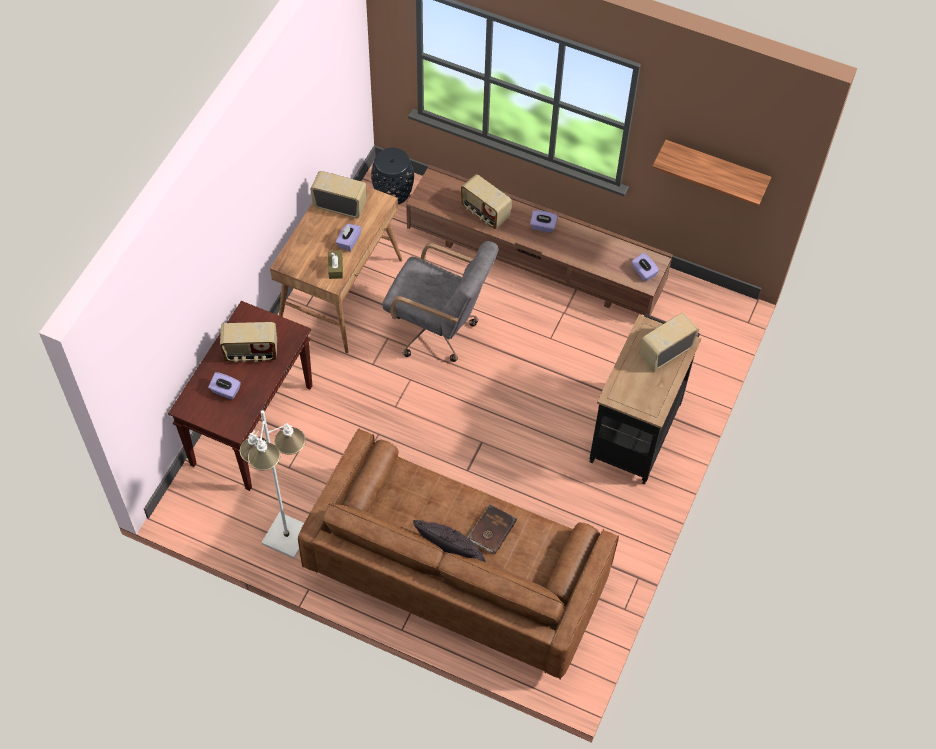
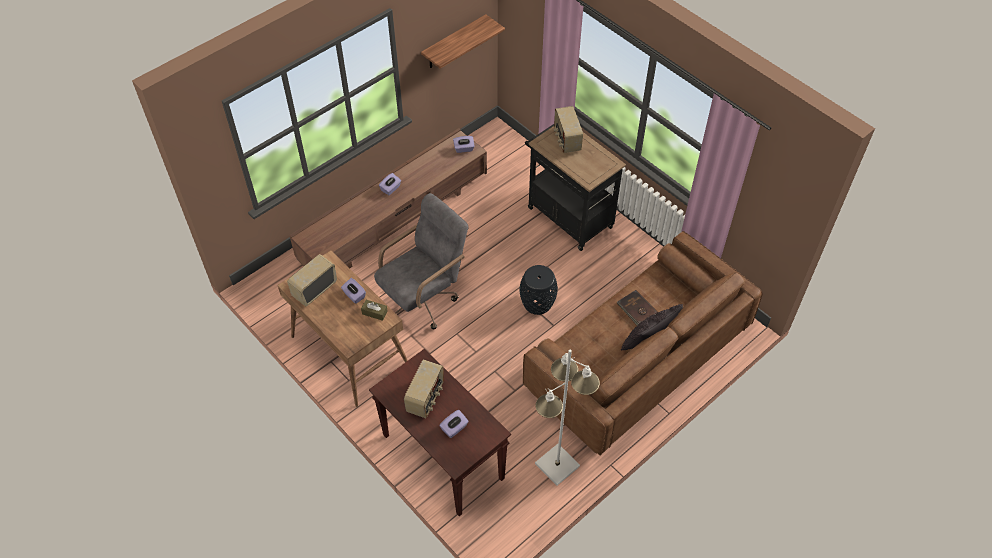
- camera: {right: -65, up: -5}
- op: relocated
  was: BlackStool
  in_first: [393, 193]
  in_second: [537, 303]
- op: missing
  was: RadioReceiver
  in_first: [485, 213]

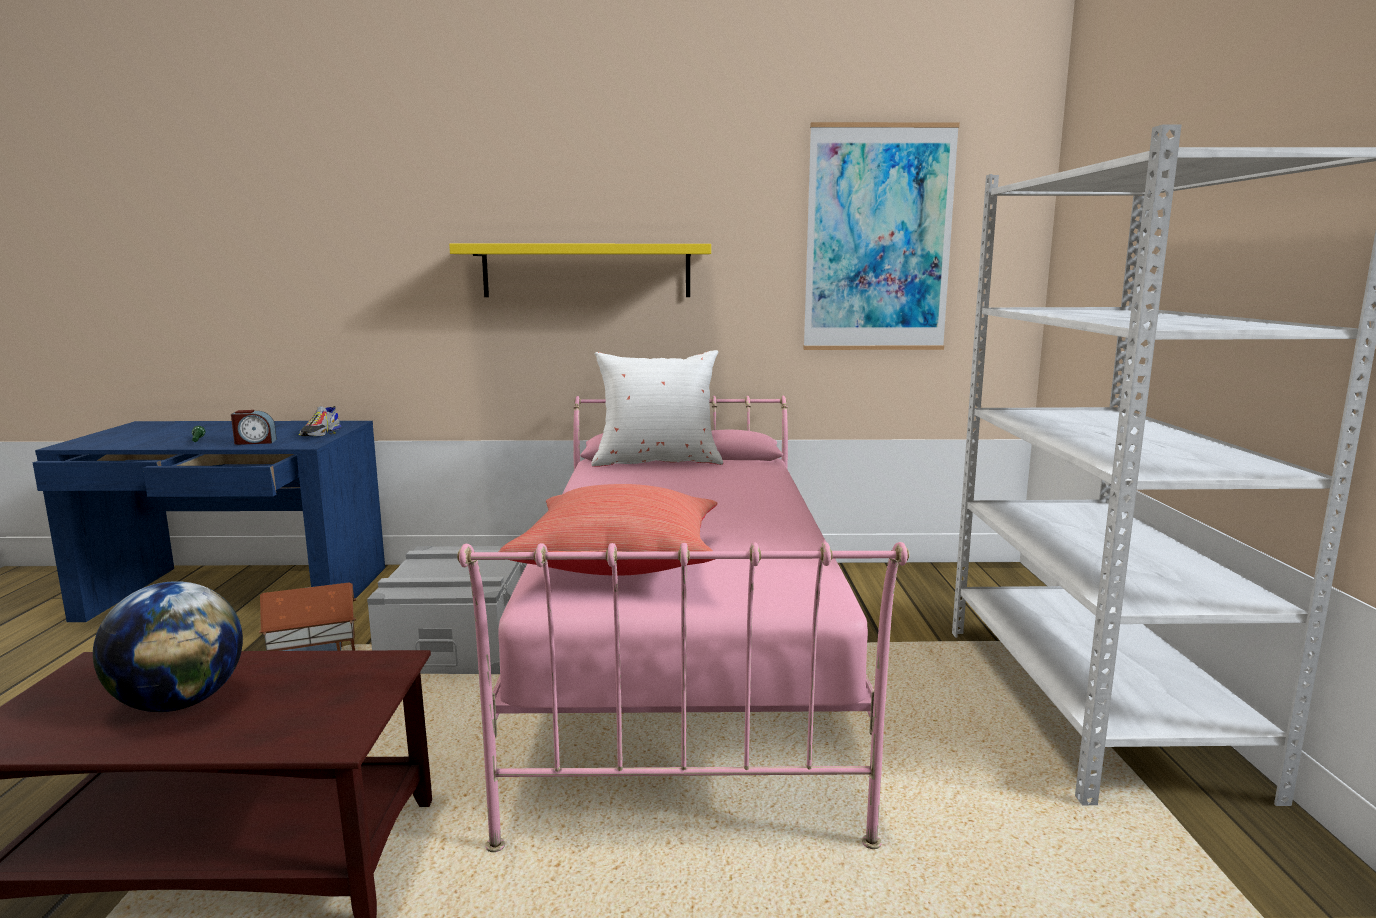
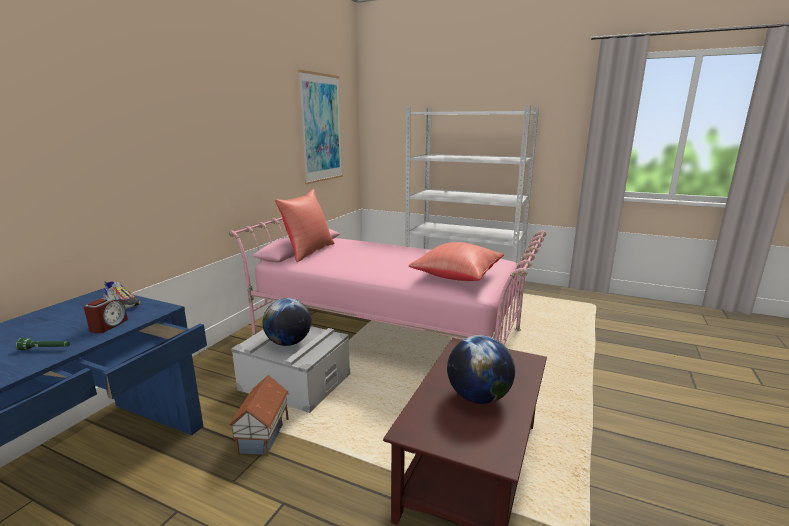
- camera: {right: -65, up: 5}
- op: missing
  was: YellowishShelf
  in_first: [586, 271]
- op: colour
  was: WhiteColouredCushion
  now: RedCushion
  in_first: [657, 461]
  in_second: [308, 251]
- op: appeared
  now: DeskGlobe
  in_second: [289, 342]

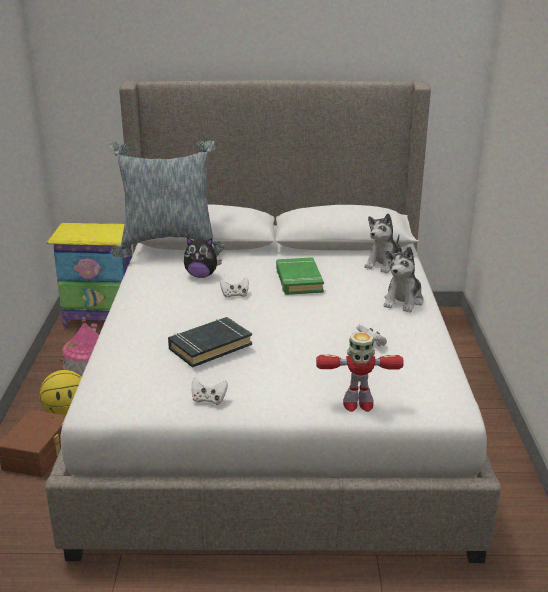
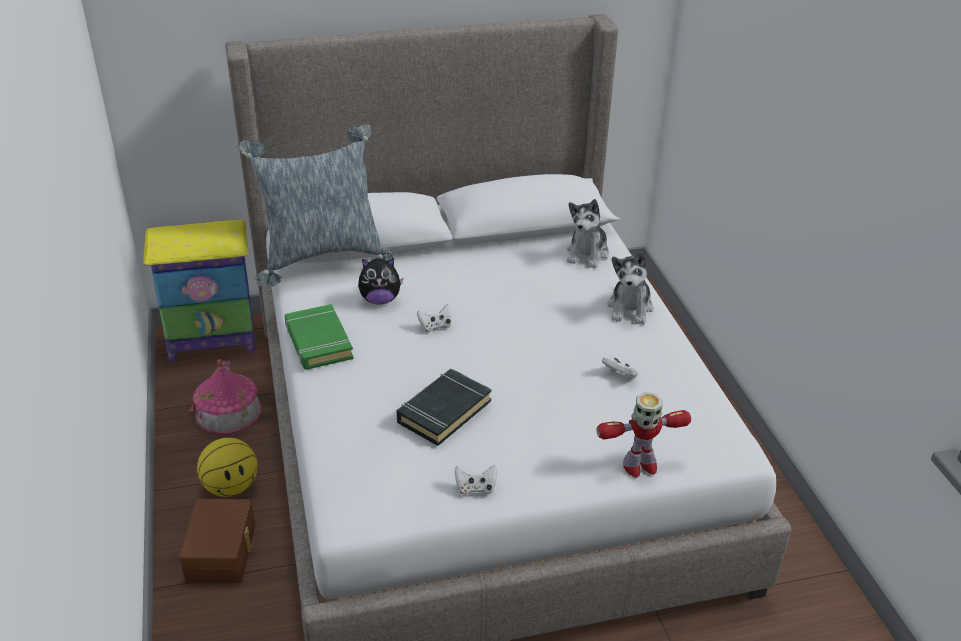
- camera: {right: -15, up: 10}
- op: relocated
  was: GreenishVolume
  in_first: [298, 280]
  in_second: [318, 342]

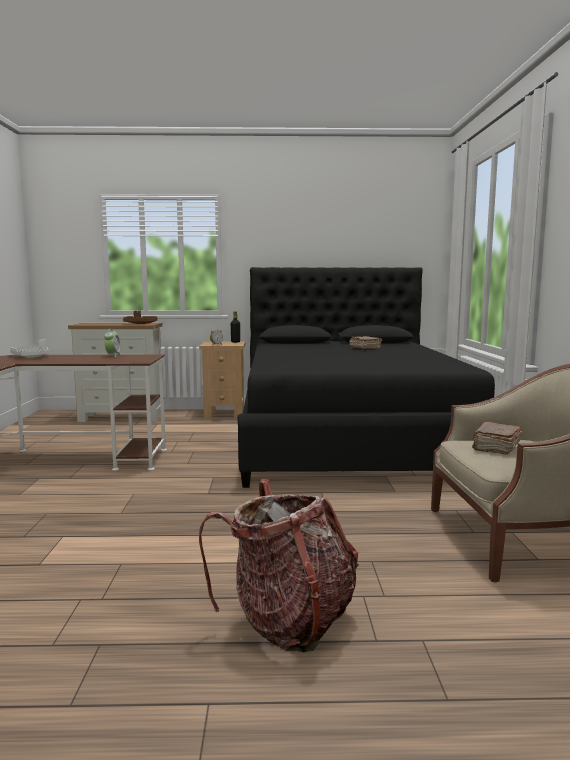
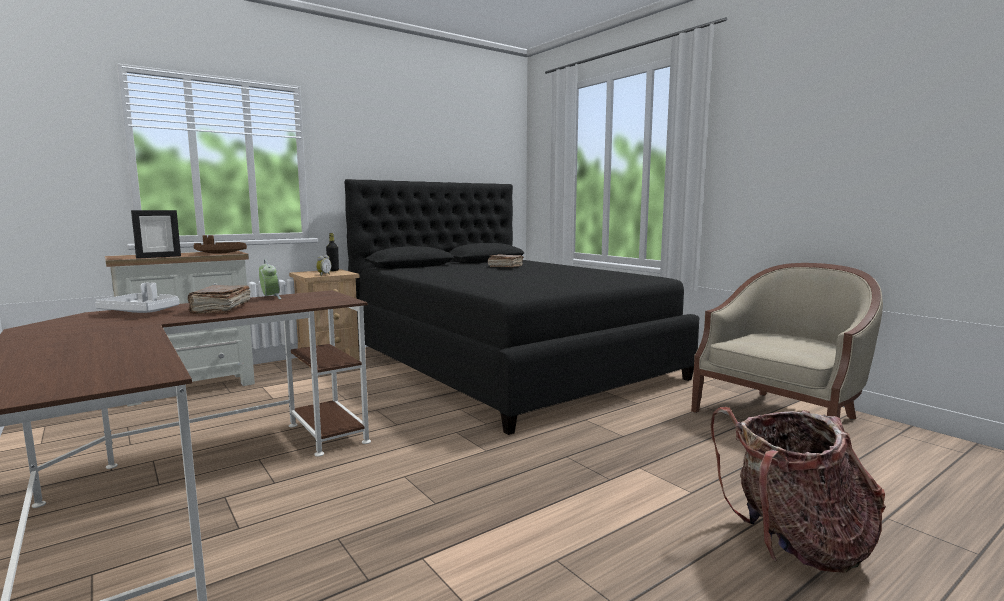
- camera: {right: -35, up: 0}
- op: relocated
  was: BrownishVolume
  in_first: [495, 447]
  in_second: [220, 309]
- op: appeared
  now: PictureFrame
  in_second: [158, 257]

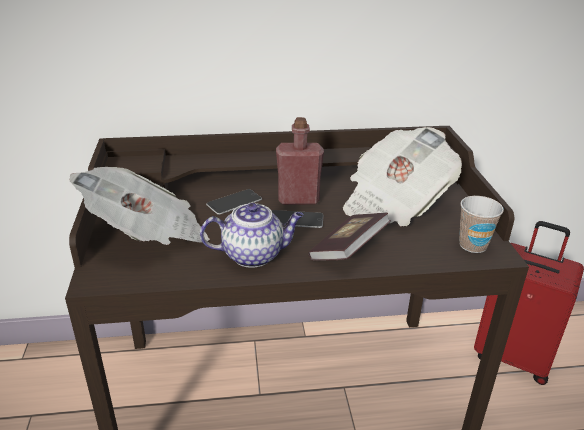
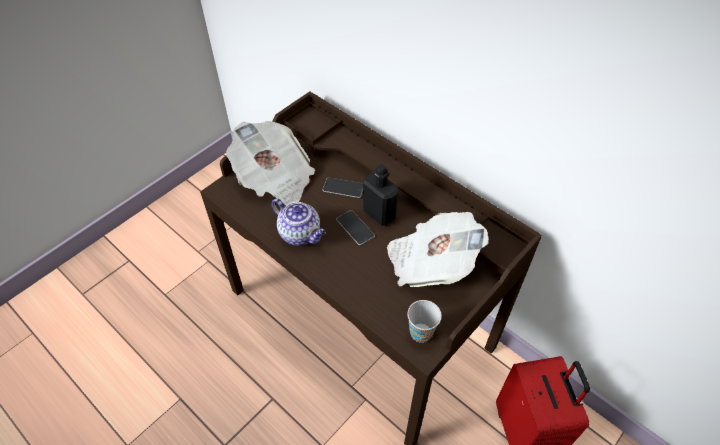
- camera: {right: 50, up: 20}
- op: colour
  was: RedBottle
  now: BlackBottle
  in_first: [298, 199]
  in_second: [379, 214]
- op: missing
  was: Volume
  in_first: [348, 250]

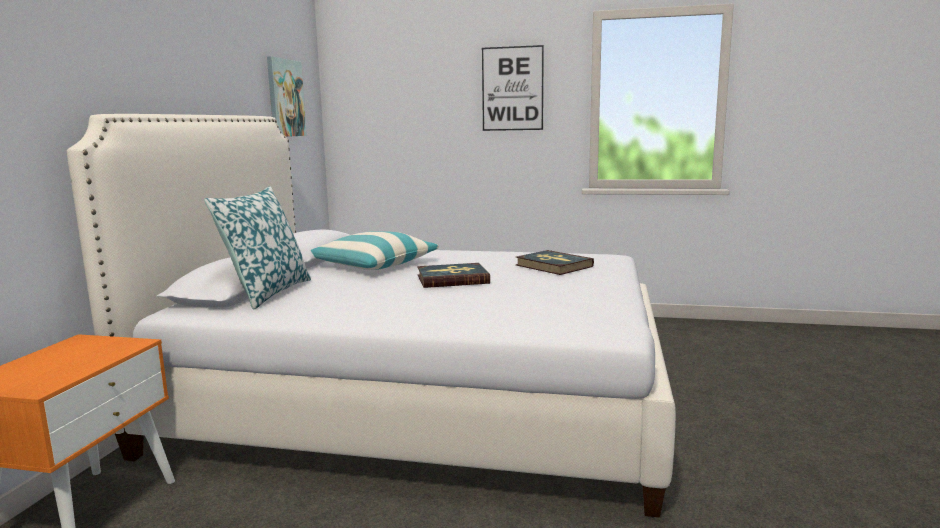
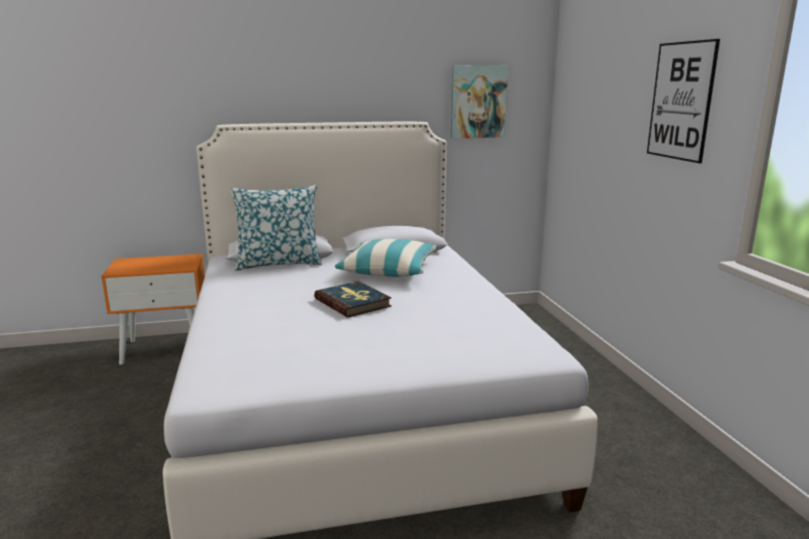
- camera: {right: 65, up: 5}
- op: missing
  was: Volume
  in_first: [553, 266]

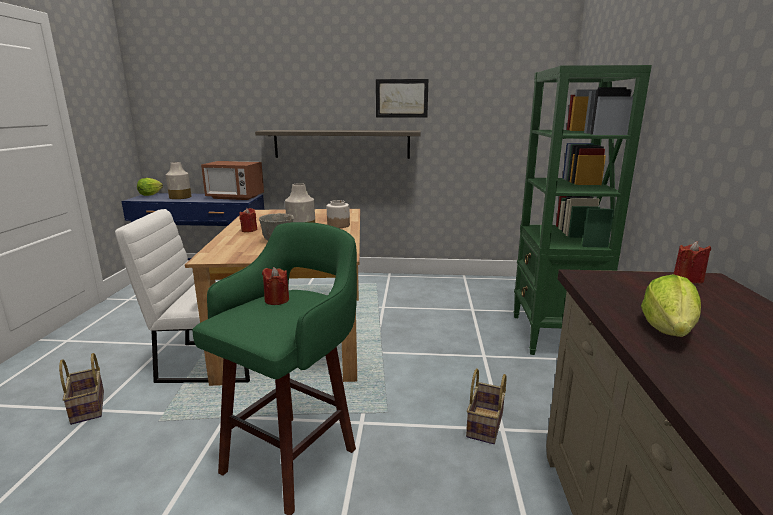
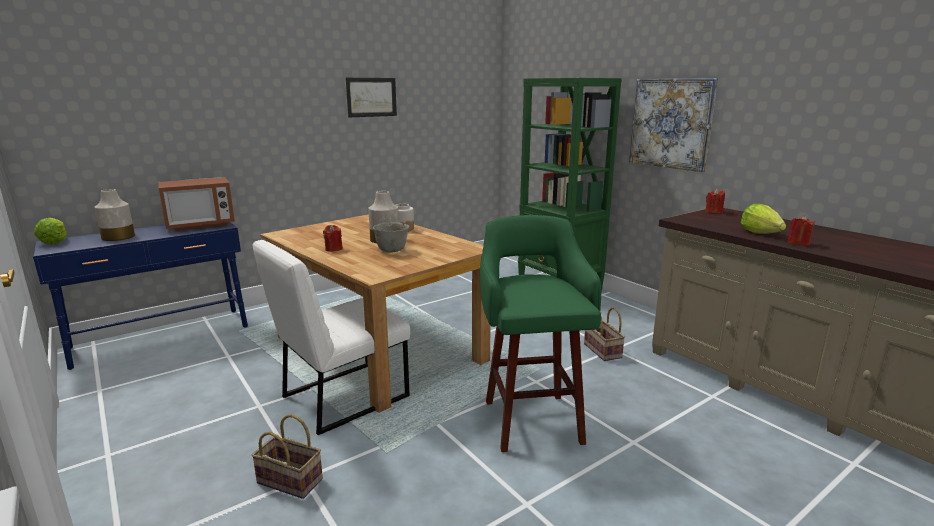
- camera: {right: -40, up: 0}
- op: missing
  was: Shelf
  in_first: [341, 144]
- op: relocated
  was: RedCandle
  in_first: [277, 300]
  in_second: [798, 243]
- op: appeared
  now: Picture
  in_second: [671, 123]

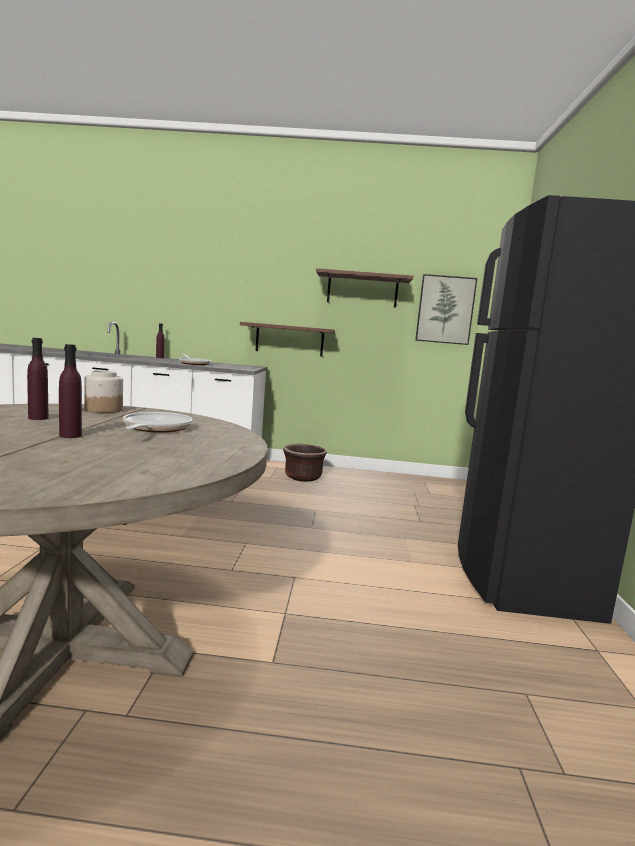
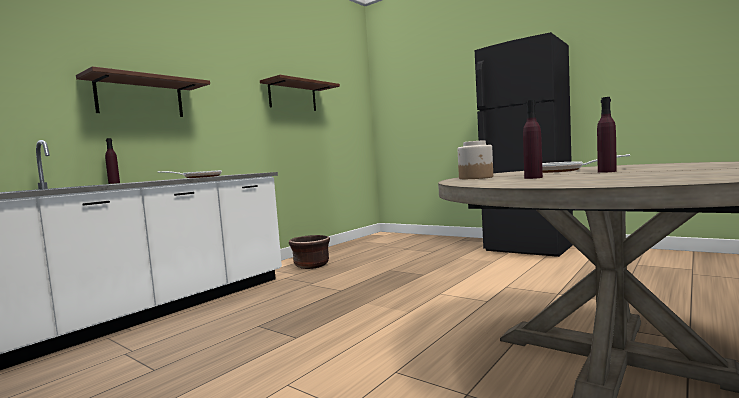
- camera: {right: -55, up: -5}
- op: relocated
  was: BrownishShelf
  in_first: [289, 340]
  in_second: [140, 98]
- op: missing
  was: Picture
  in_first: [445, 310]

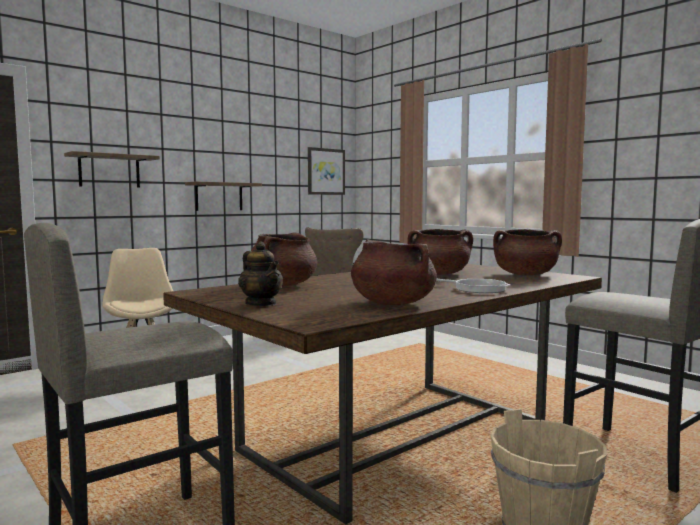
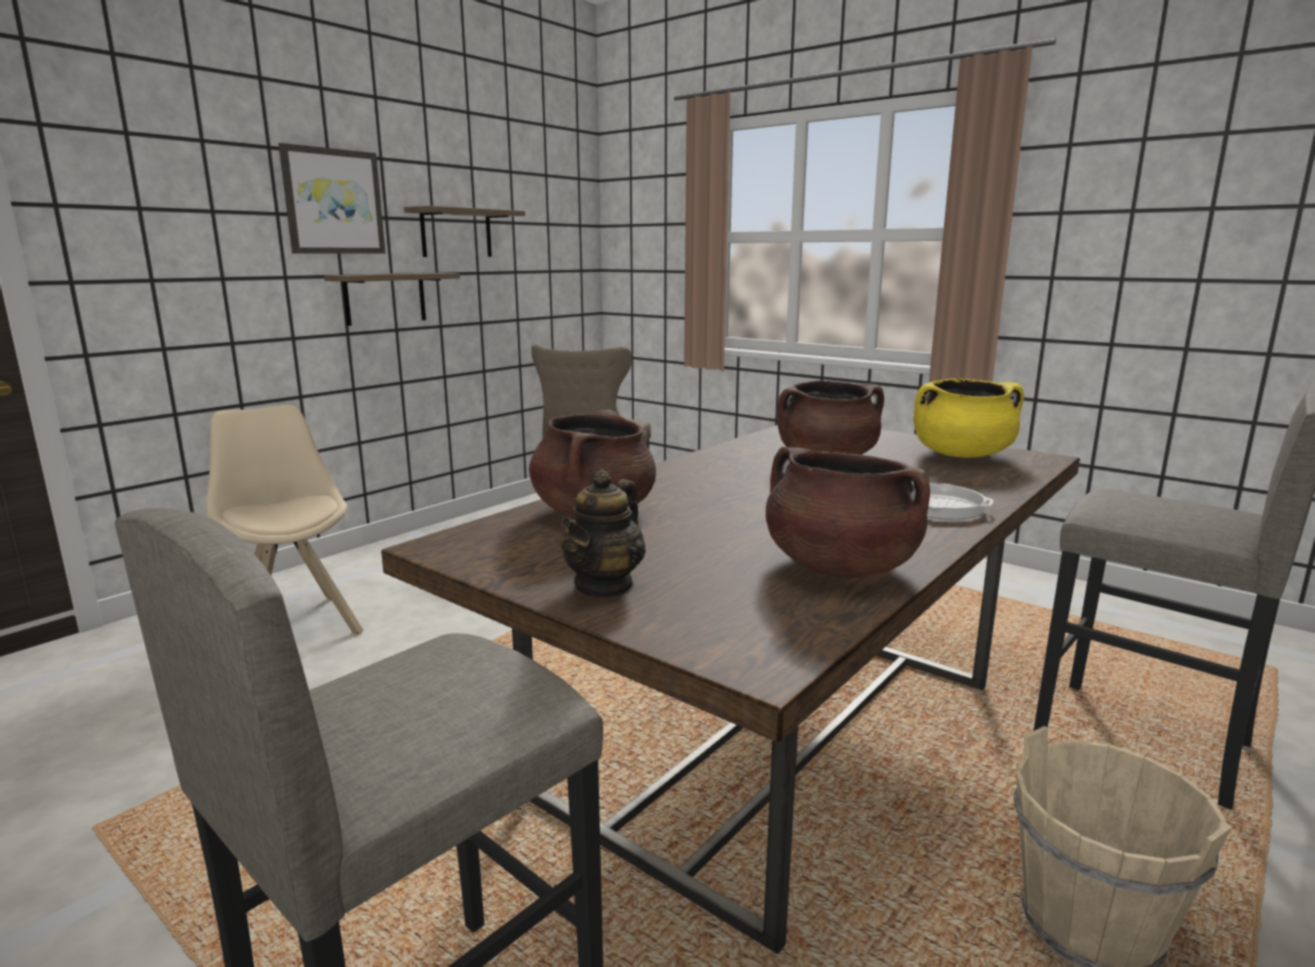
- camera: {right: -10, up: 10}
- op: relocated
  was: Shelf
  in_first: [109, 171]
  in_second: [456, 233]
- op: spun
  was: PotForTea
  in_first: [261, 304]
  in_second: [605, 586]
  clockwise: 75
- op: relocated
  was: Picture
  in_first: [325, 171]
  in_second: [333, 201]
- op: colour
  was: BrownishStockpot
  now: YellowishStockpot
  in_first: [525, 274]
  in_second: [962, 455]

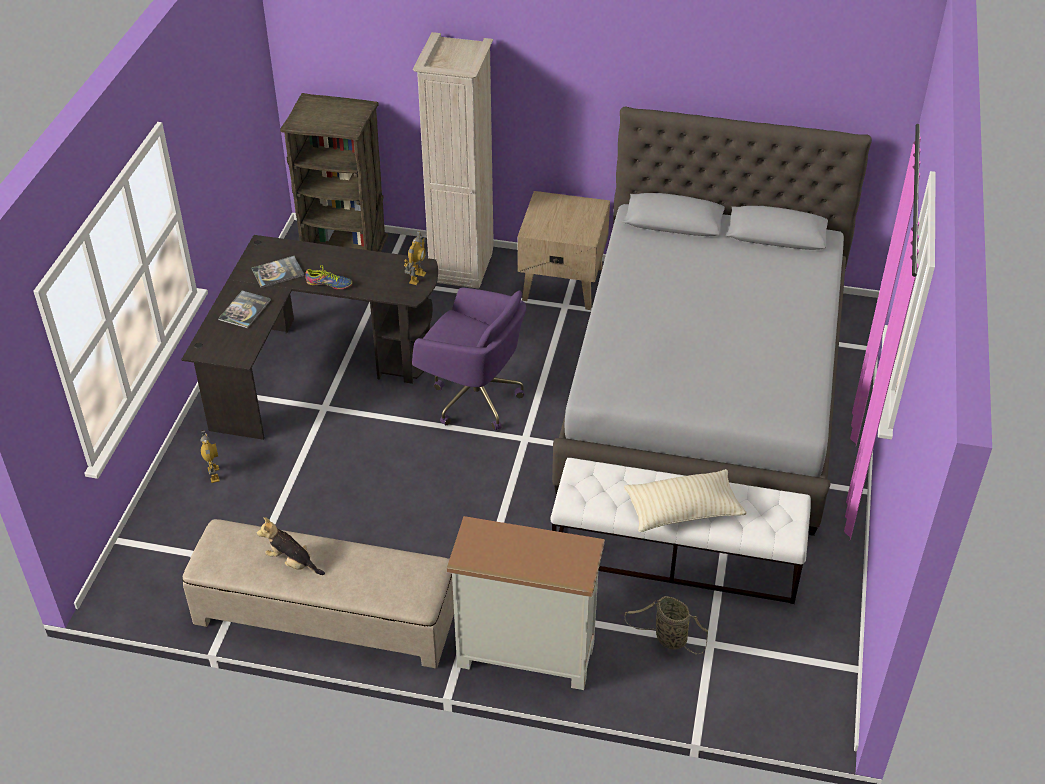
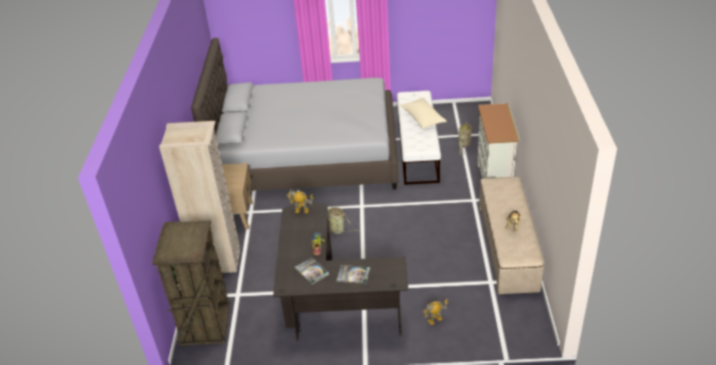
- camera: {right: -100, up: -5}
- op: exchanged
  was: PurplishComputerChair
  now: Basket
  in_first: [472, 400]
  in_second: [338, 230]

